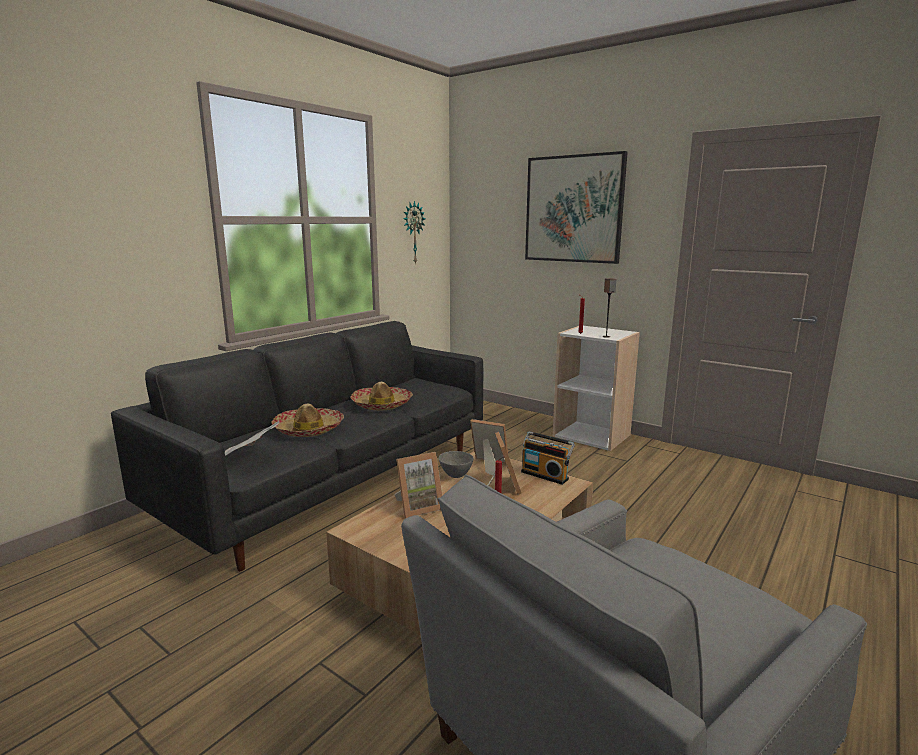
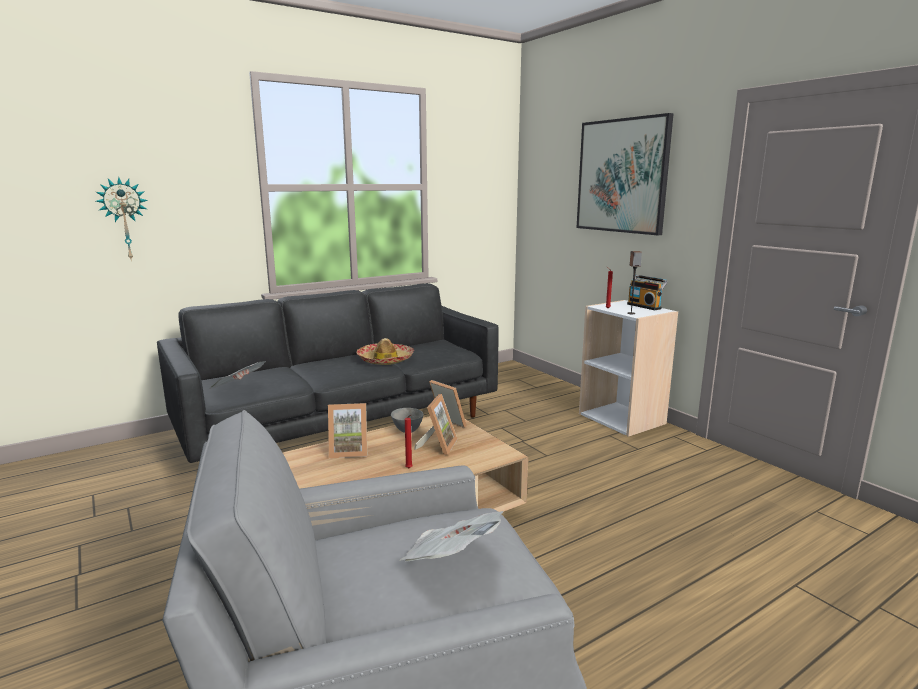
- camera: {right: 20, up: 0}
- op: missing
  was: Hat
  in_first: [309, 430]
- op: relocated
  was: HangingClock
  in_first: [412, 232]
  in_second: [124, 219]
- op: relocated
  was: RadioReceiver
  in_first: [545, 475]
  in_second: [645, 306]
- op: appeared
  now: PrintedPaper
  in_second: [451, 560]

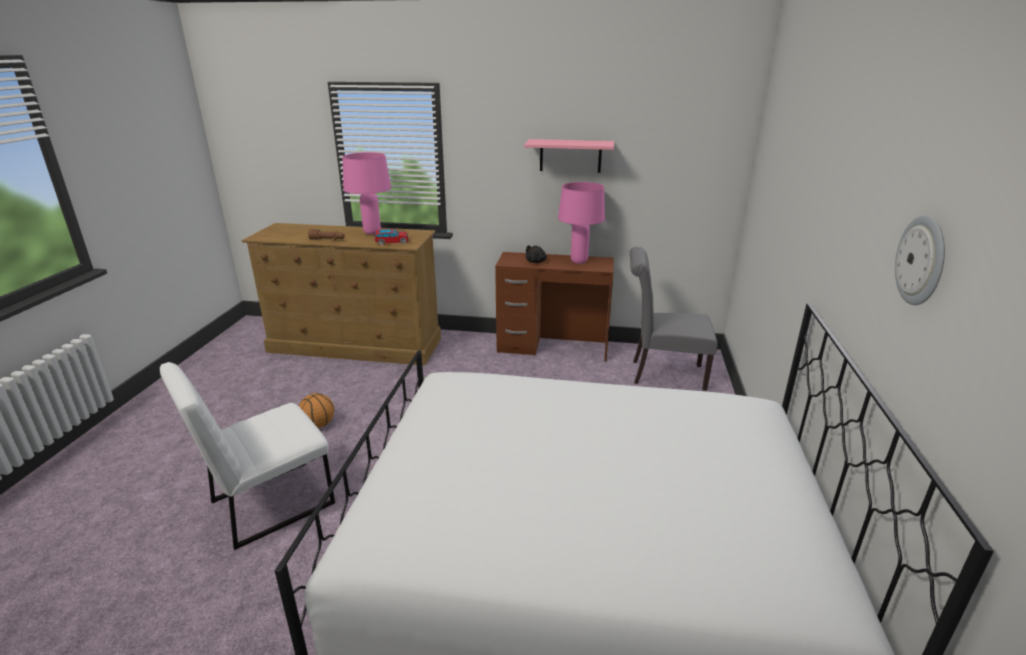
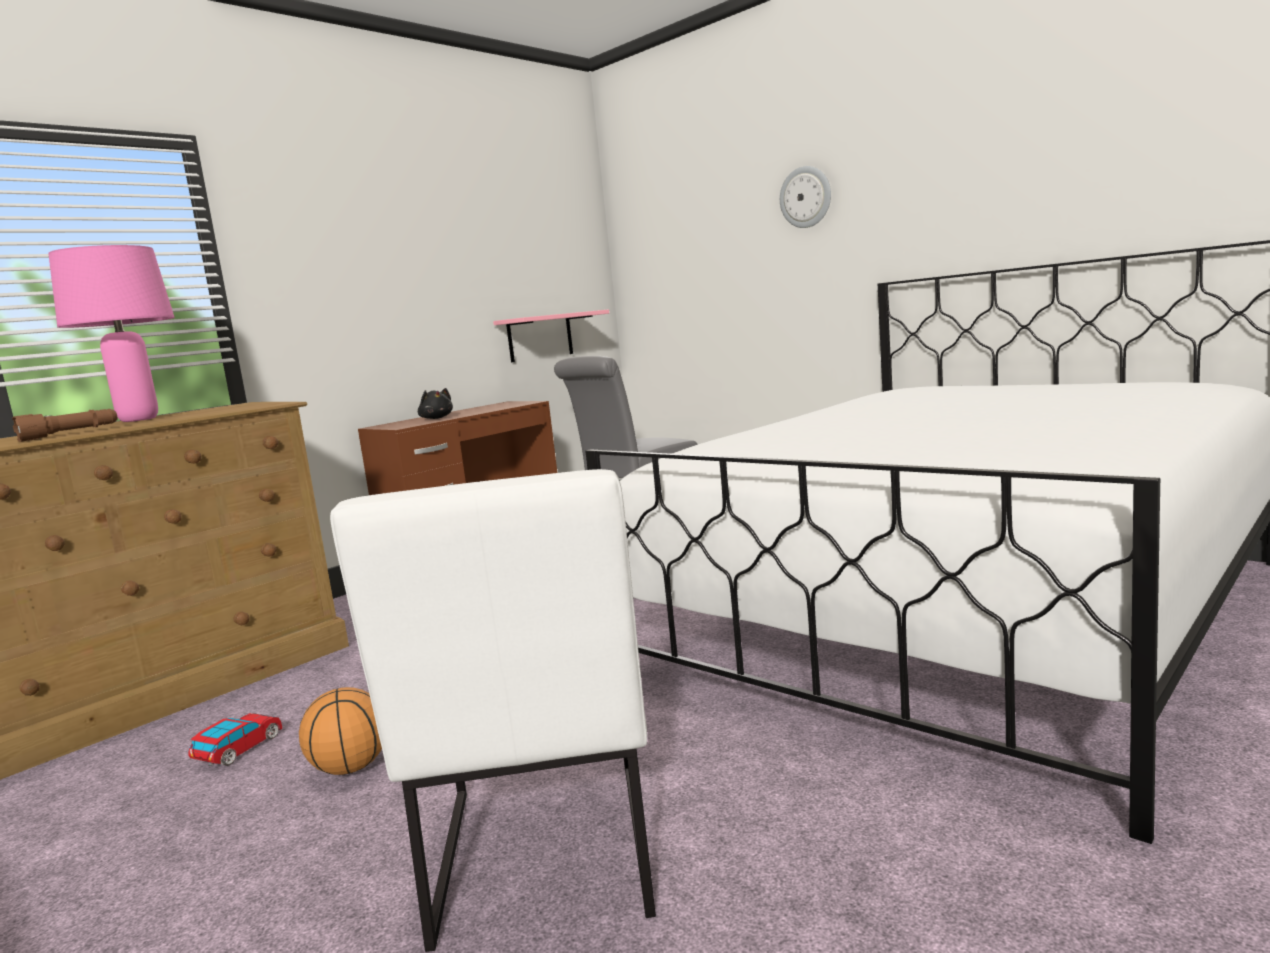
- camera: {right: -55, up: -15}
- op: relocated
  was: ModelCar
  in_first: [392, 242]
  in_second: [239, 750]
- op: relocated
  was: PinkishShelf
  in_first: [570, 156]
  in_second: [540, 337]
- op: missing
  was: PinkishLampForATable
  in_first: [579, 261]
- op: relocated
  was: HangingClock
  in_first: [921, 260]
  in_second: [806, 197]

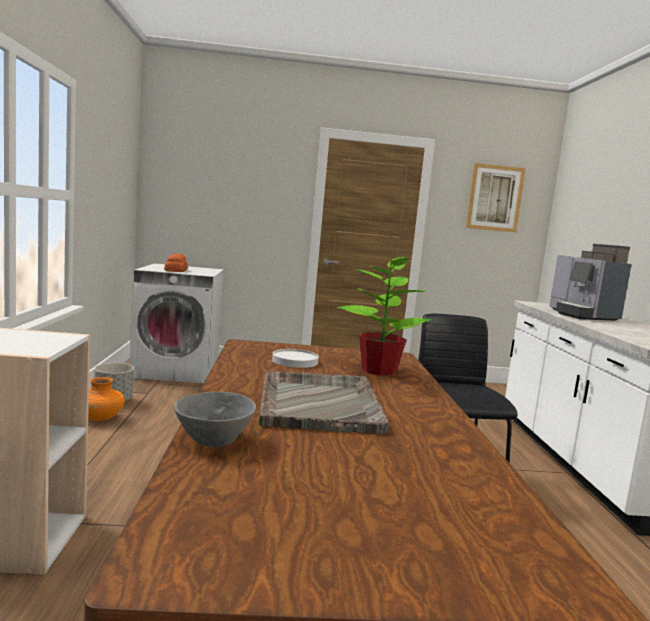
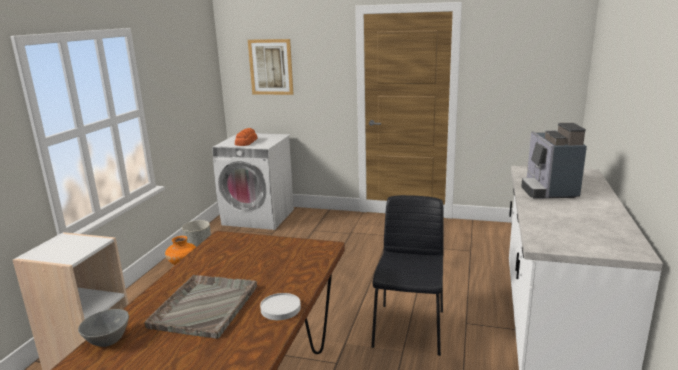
- camera: {right: 20, up: 10}
- op: relocated
  was: WhiteColouredDinnerPlate
  in_first: [295, 361]
  in_second: [280, 309]
- op: missing
  was: Houseplant
  in_first: [379, 370]
- op: relocated
  was: Picture
  in_first: [495, 198]
  in_second: [271, 67]

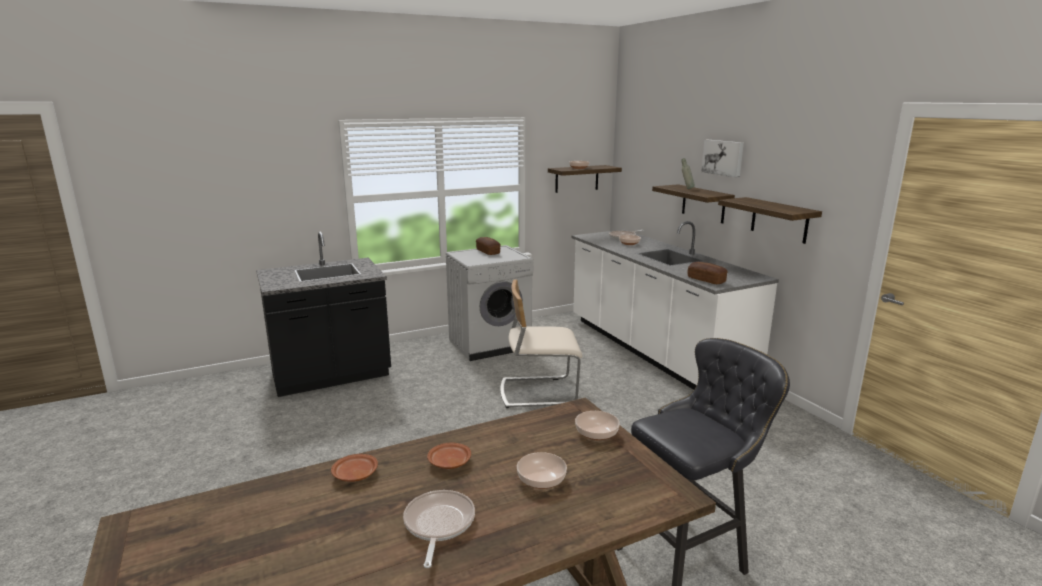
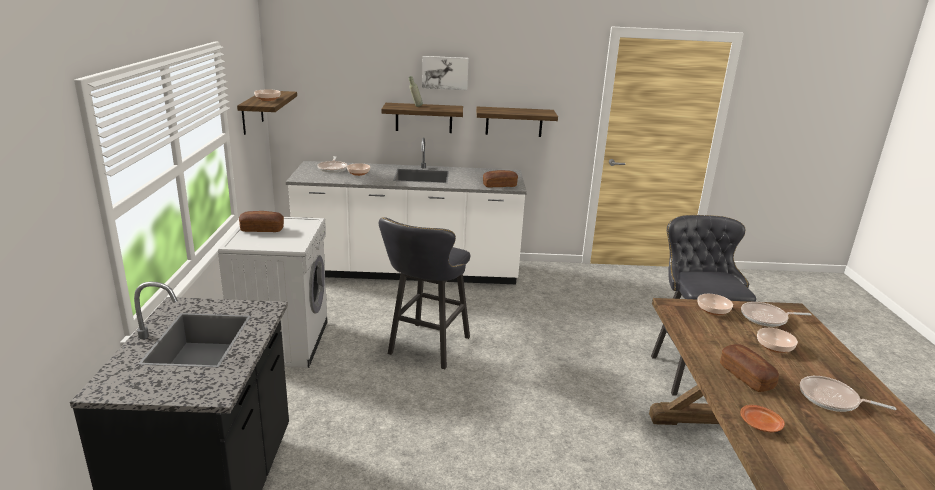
- camera: {right: -65, up: 5}
- op: exchanged
  was: BrownishDinnerPlate
  now: BakeryBread
  in_first: [449, 462]
  in_second: [746, 376]
- op: exchanged
  was: BeigeColouredChair
  now: BlackStool
  in_first: [538, 392]
  in_second: [425, 350]
- op: appeared
  now: FryingPan
  in_second: [766, 318]

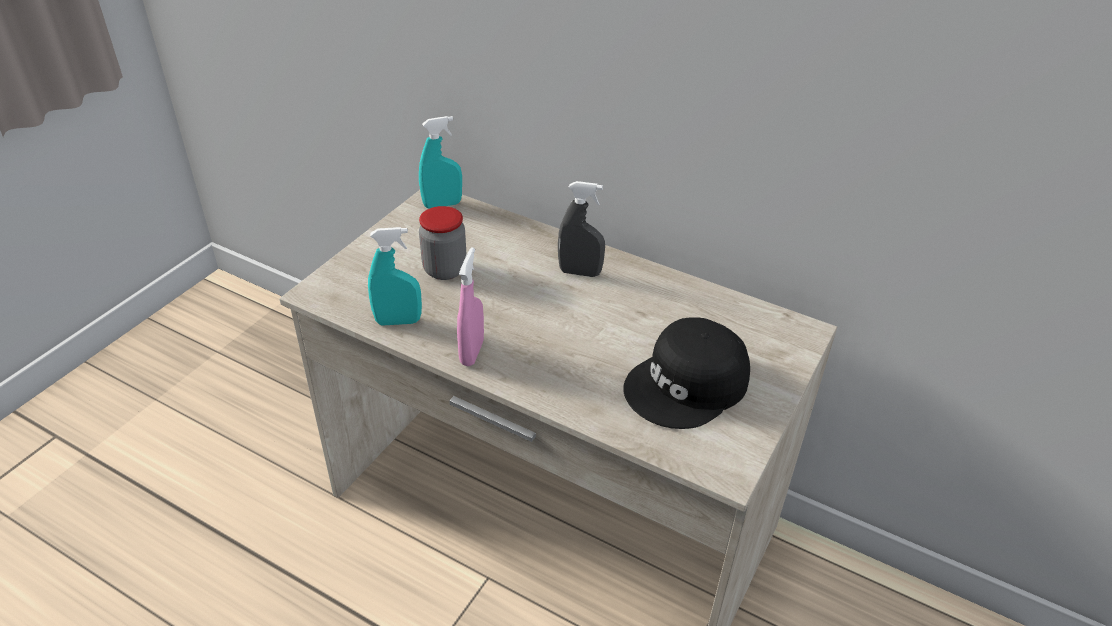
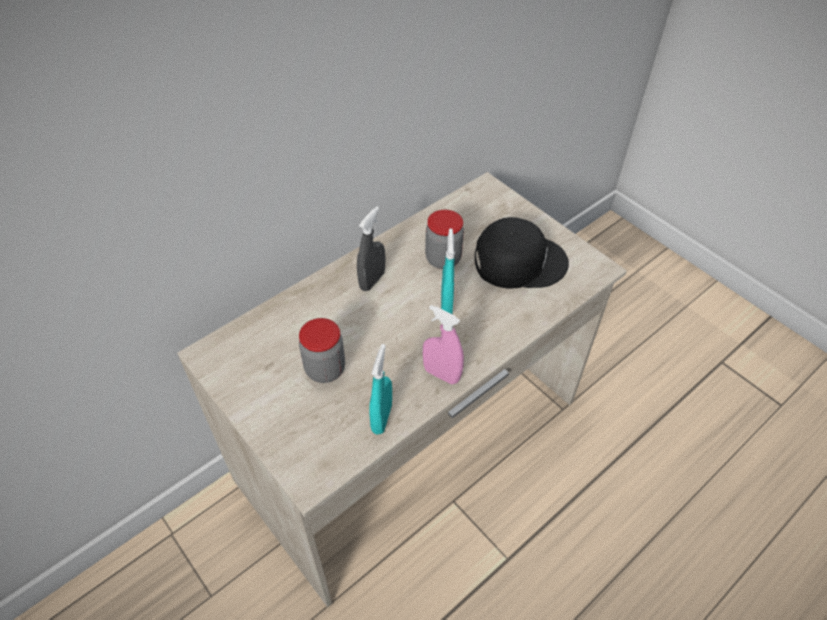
- camera: {right: -70, up: 10}
- op: relocated
  was: BlueGreenSprayer
  in_first: [442, 204]
  in_second: [446, 304]
- op: spun
  was: BlackPeakedCap
  in_first: [688, 385]
  in_second: [519, 261]
  clockwise: -75
- op: appeared
  now: PreserveJar
  in_second: [443, 259]

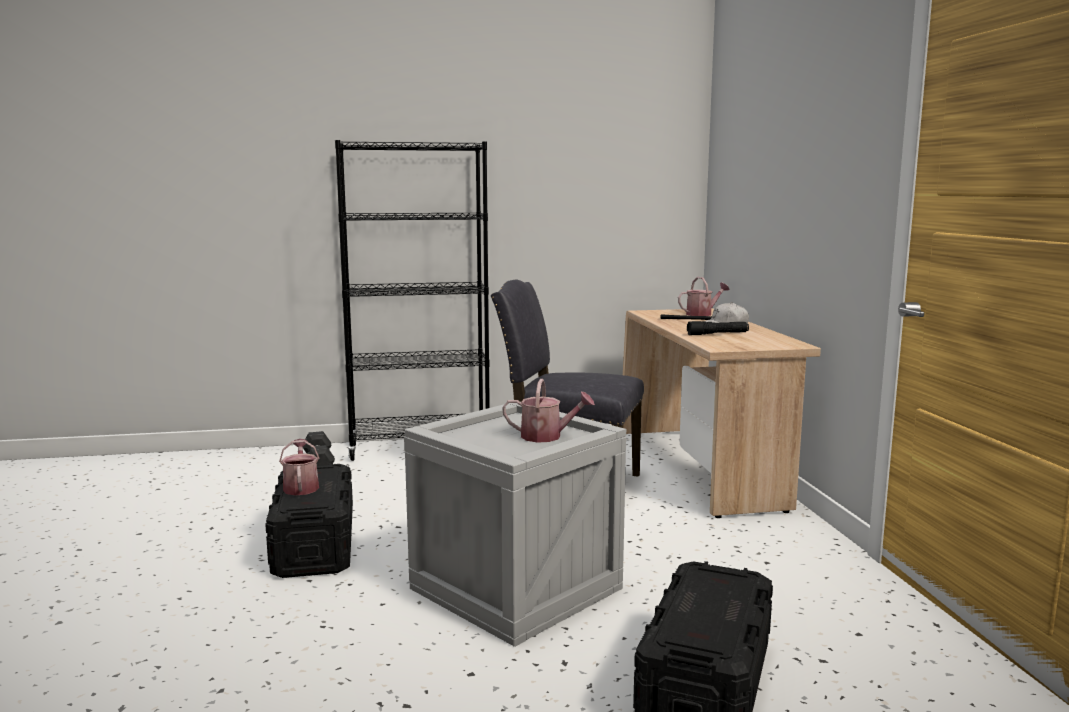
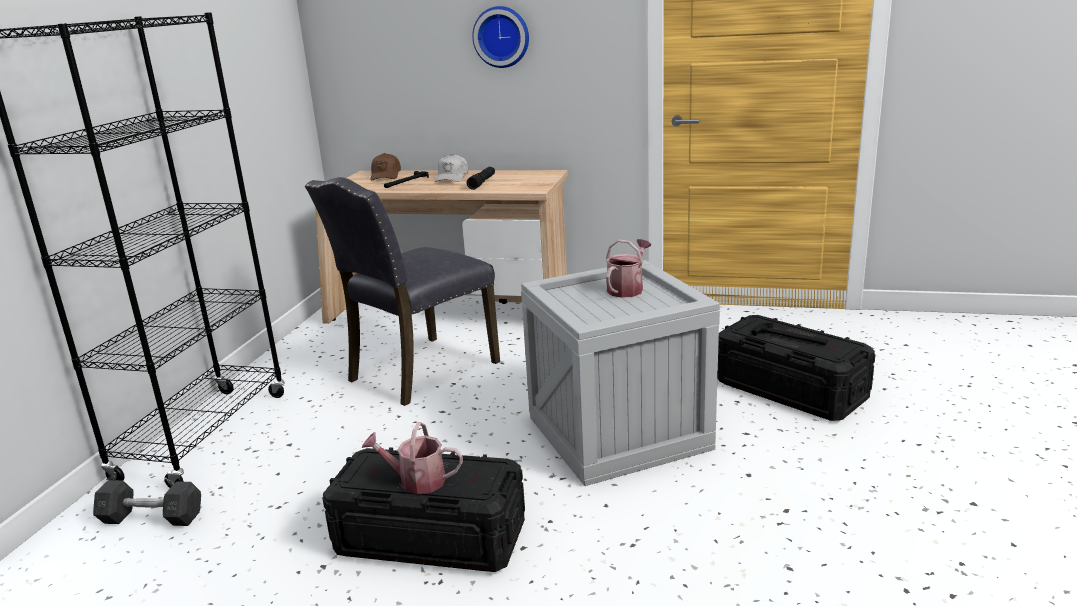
- camera: {right: -65, up: 10}
- op: exchanged
  was: WateringPot
  now: BrownishPeakedCap
  in_first: [702, 314]
  in_second: [386, 176]
- op: appeared
  now: HangingClock
  in_second: [502, 37]
- op: appeared
  now: Hammer
  in_second: [790, 337]

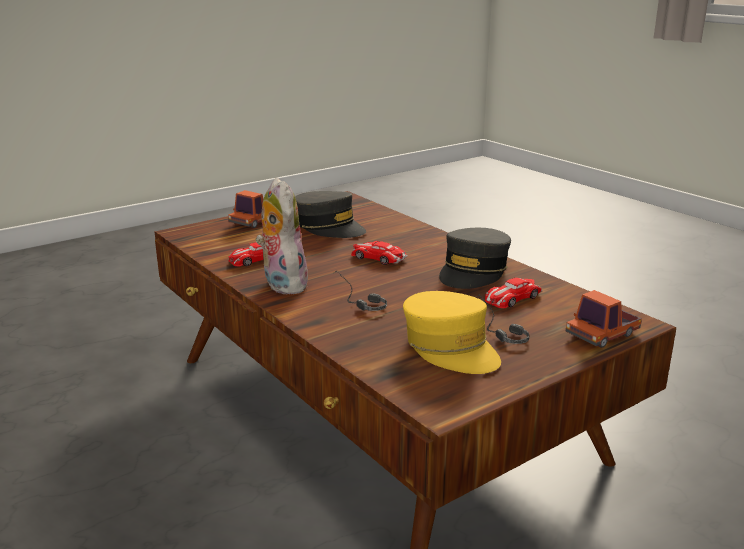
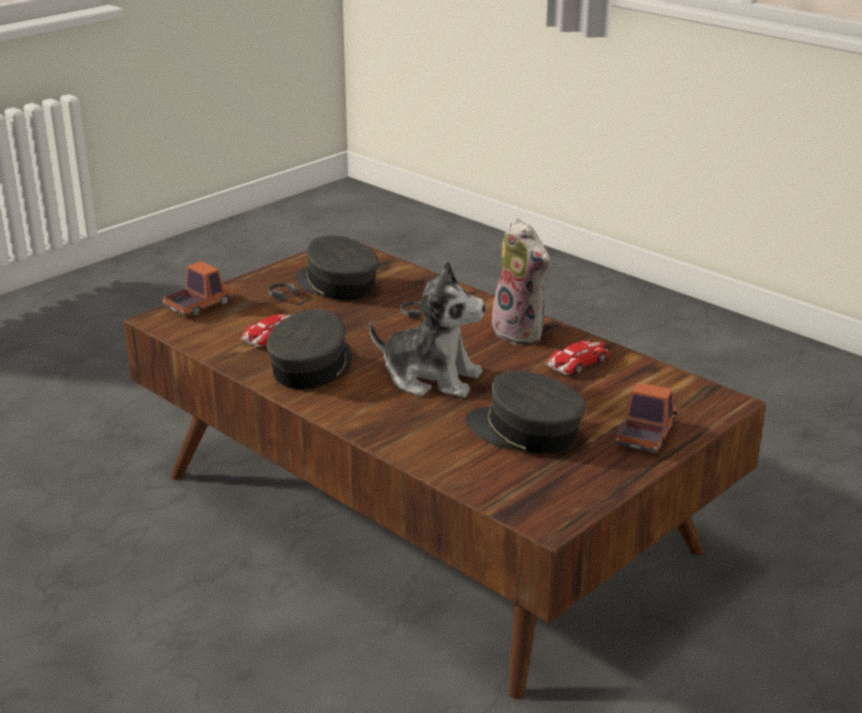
- camera: {right: 170, up: 5}
- op: exchanged
  was: ModelCar
  now: CuddlyToy
  in_first: [378, 258]
  in_second: [431, 378]
- op: colour
  was: YellowishPeakedCap
  now: GrayPeakedCap
  in_first: [450, 347]
  in_second: [336, 285]

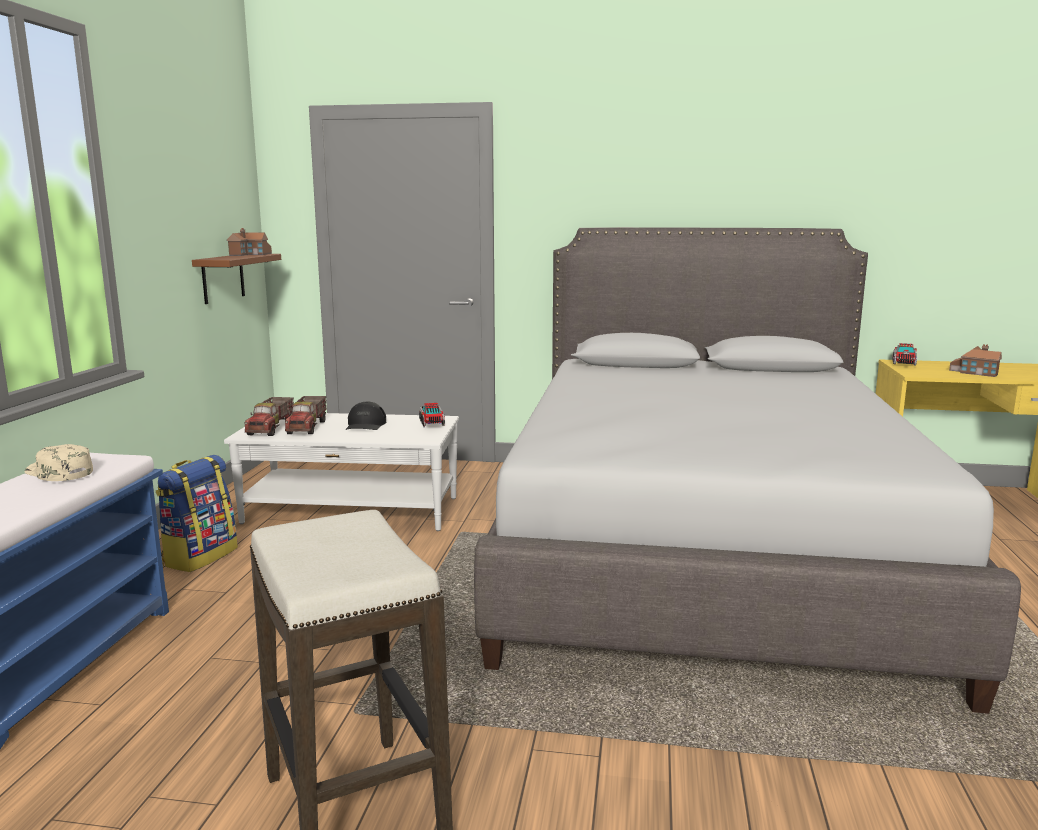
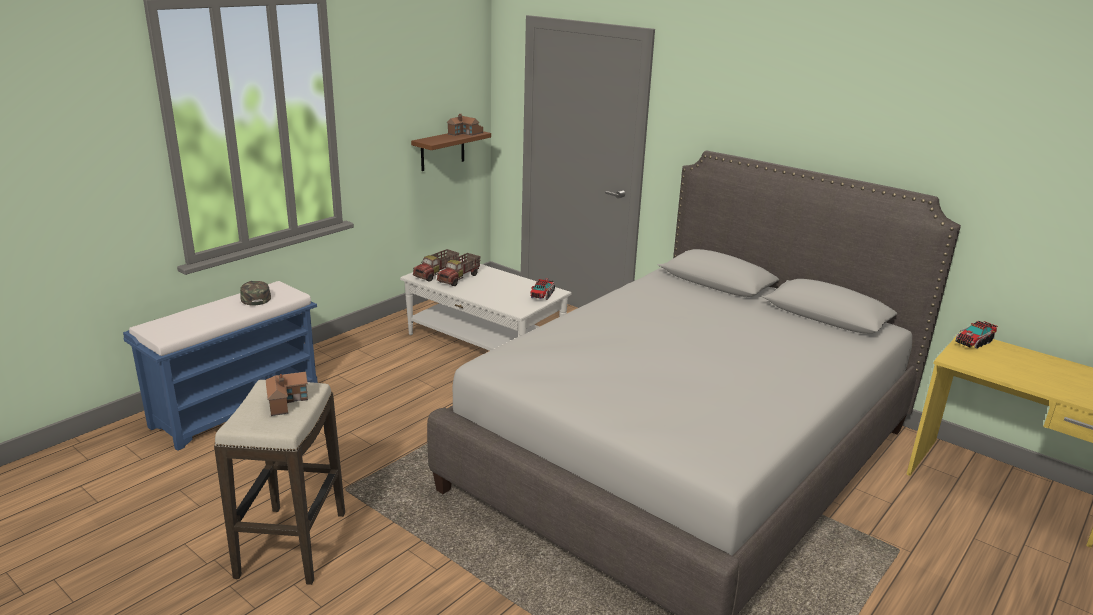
- camera: {right: 30, up: 10}
- op: colour
  was: BeigeColouredPeakedCap
  now: GreenishPeakedCap
  in_first: [58, 472]
  in_second: [254, 297]
- op: missing
  was: Knapsack
  in_first: [200, 556]
- op: missing
  was: BlackPeakedCap
  in_first: [365, 425]
- op: relocated
  was: MiniatureHouse
  in_first: [973, 372]
  in_second: [287, 400]

